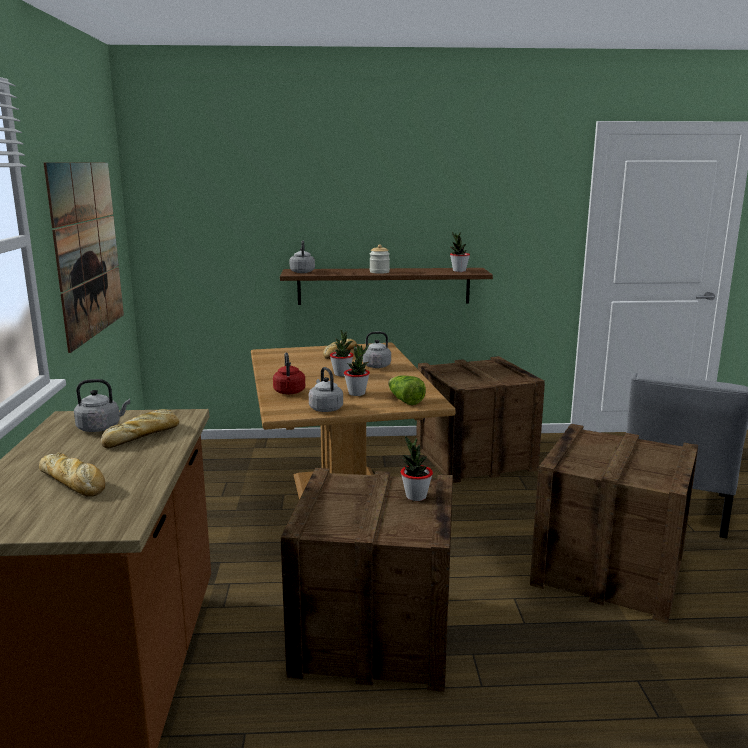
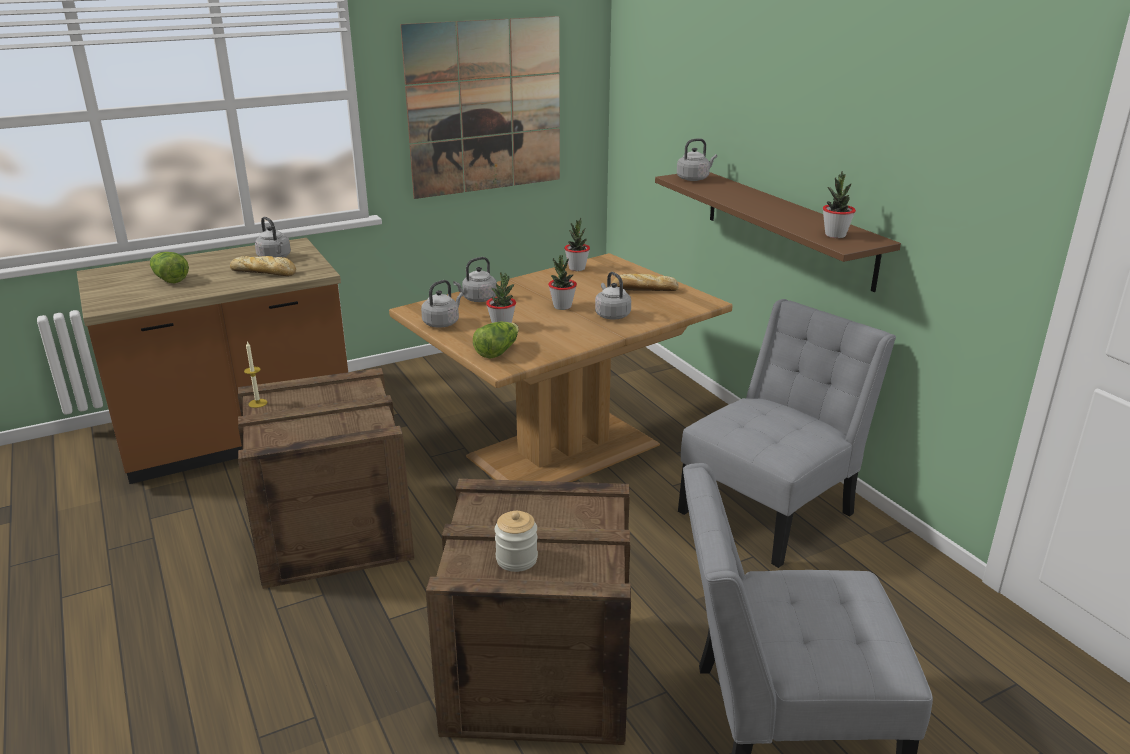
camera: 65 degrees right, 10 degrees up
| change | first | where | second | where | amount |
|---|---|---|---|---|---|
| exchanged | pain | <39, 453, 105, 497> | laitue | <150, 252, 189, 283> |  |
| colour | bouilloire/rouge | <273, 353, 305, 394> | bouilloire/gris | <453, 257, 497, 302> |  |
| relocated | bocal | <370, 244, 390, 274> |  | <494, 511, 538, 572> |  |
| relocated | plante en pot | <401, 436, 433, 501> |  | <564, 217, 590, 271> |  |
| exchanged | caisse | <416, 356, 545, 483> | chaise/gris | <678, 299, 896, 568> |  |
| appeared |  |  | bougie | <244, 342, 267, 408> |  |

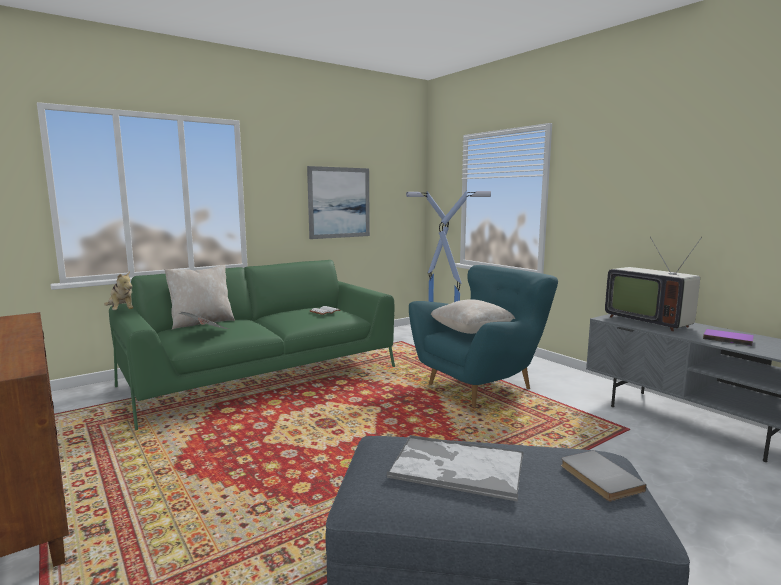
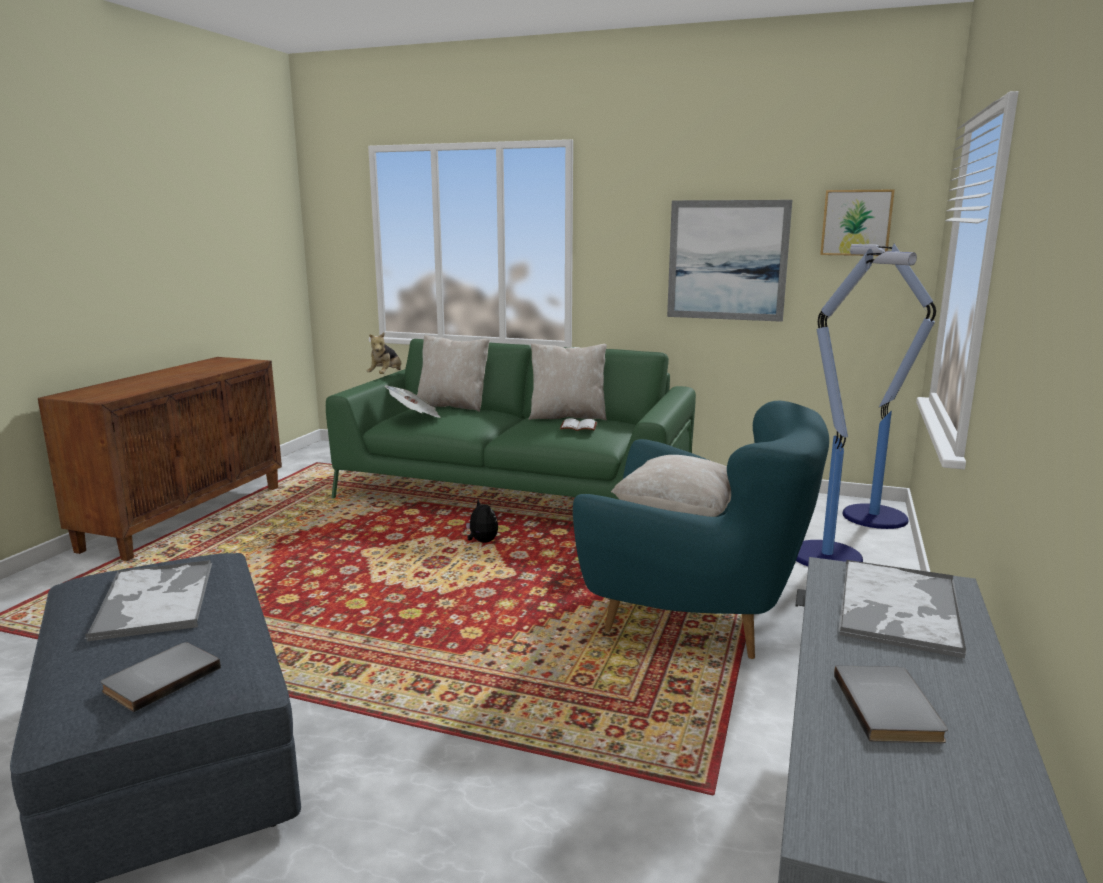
camera: 55 degrees right, 5 degrees up
| change | first | where | second | where | amount |
|---|---|---|---|---|---|
| exchanged | téléviseur | <605, 237, 702, 331> | plateau | <838, 560, 966, 658> |  |
| colour | livre/violet | <703, 329, 754, 346> | livre/gris | <834, 666, 948, 743> |  |
| appeared |  |  | peluche | <466, 499, 498, 543> |  |
| appeared |  |  | coussin/beige | <528, 343, 607, 420> |  |
| appeared |  |  | tableau | <820, 190, 895, 256> |  |

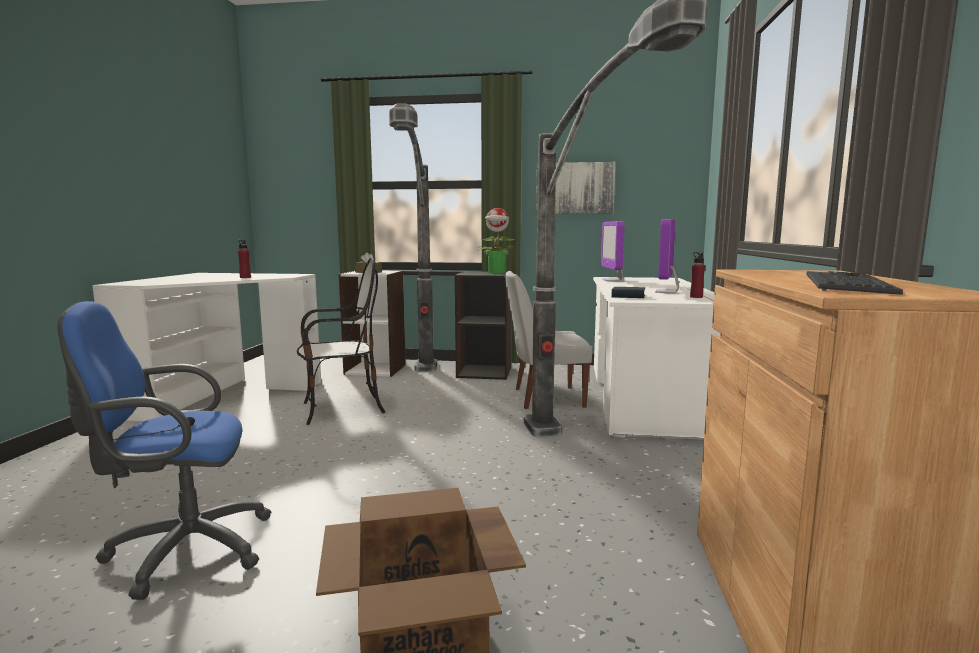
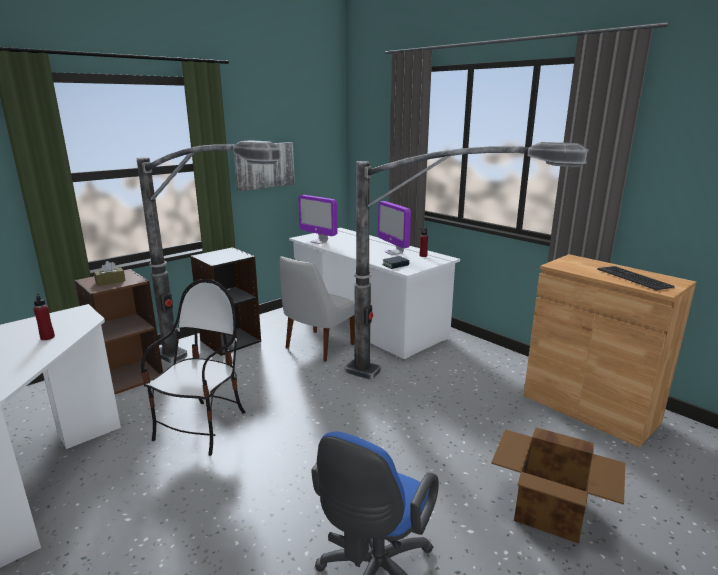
camera: 50 degrees left, 10 degrees up
| change | first | where | second | where | amount |
|---|---|---|---|---|---|
| colour | bibliothèque/blanc | <339, 271, 406, 377> | bibliothèque/marron | <74, 269, 163, 394> |  |
| missing | plante en pot | <478, 208, 516, 273> |  |  |  |

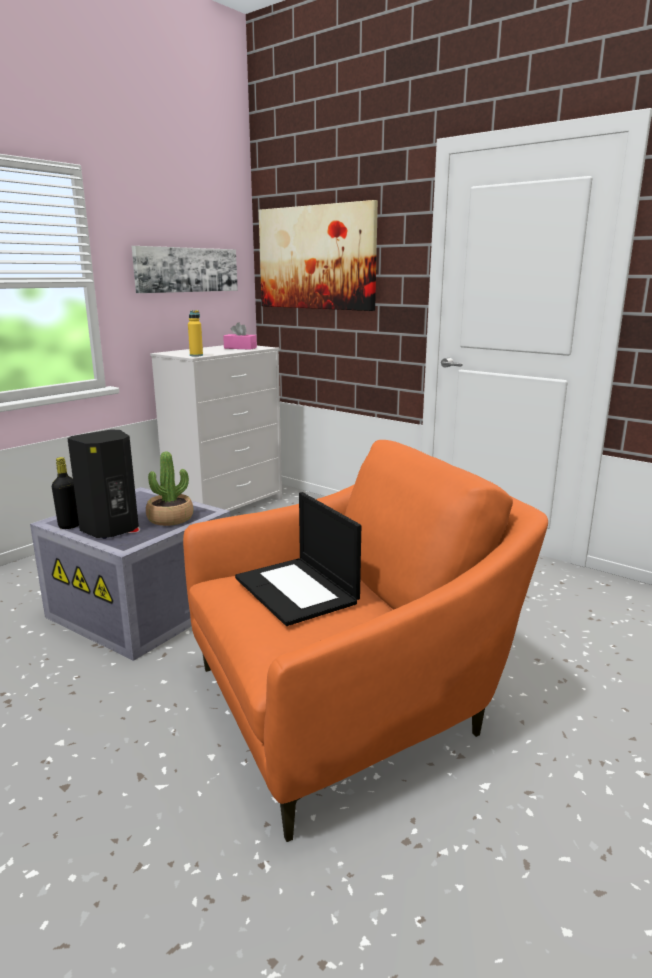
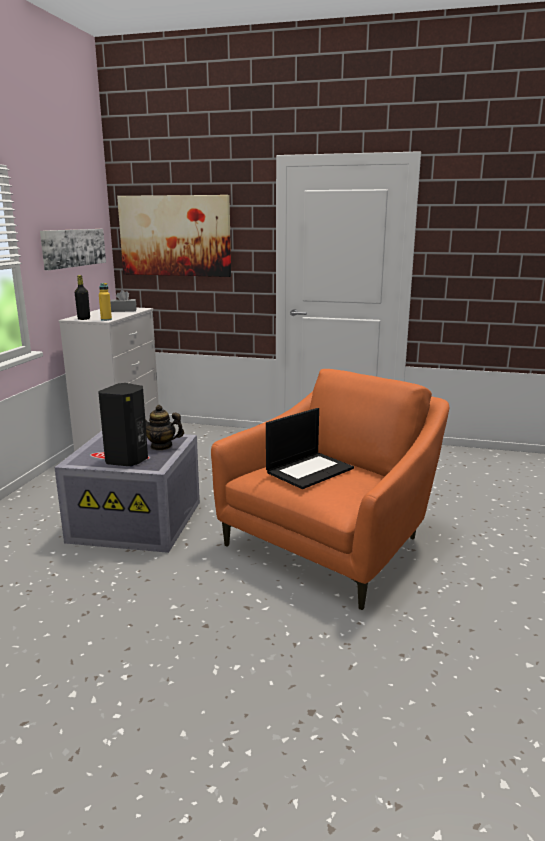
camera: 25 degrees left, 0 degrees up
| change | first | where | second | where | amount |
|---|---|---|---|---|---|
| relocated | bouteille/noir | <52, 457, 79, 529> |  | <75, 275, 90, 320> |  |
| exchanged | plante en pot | <146, 452, 193, 526> | théière | <145, 405, 184, 450> |  |
| colour | boîte à mouchoirs/rose | <223, 323, 257, 350> | boîte à mouchoirs/gris | <110, 290, 136, 312> |  |
| spun | ordinateur portable | <235, 492, 361, 626> |  | <266, 408, 354, 489> | 75 degrees counterclockwise |

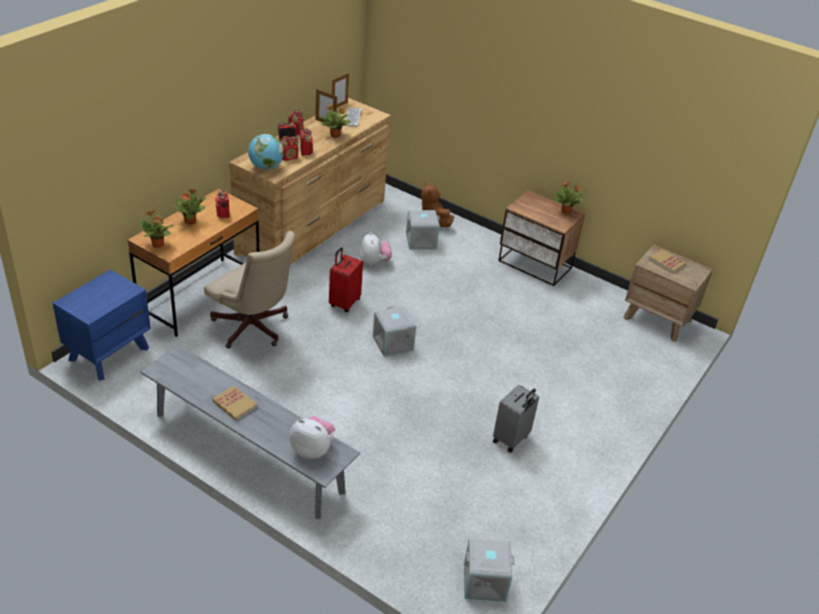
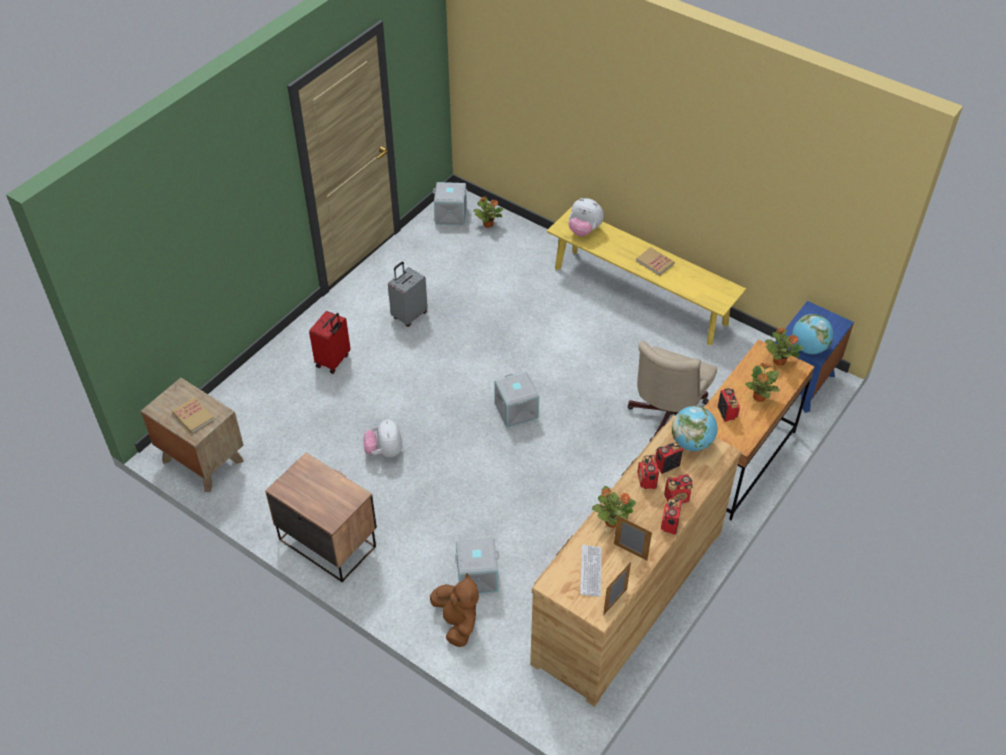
camera: 175 degrees left, 10 degrees up
| change | first | where | second | where | amount |
|---|---|---|---|---|---|
| colour | banc/gris | <140, 345, 360, 519> | banc/jaune | <547, 207, 746, 345> |  |
| spun | chaise de bureau/beige | <204, 231, 296, 348> |  | <628, 341, 717, 441> | 105 degrees counterclockwise |
| relocated | valise/rouge | <329, 247, 363, 312> |  | <309, 311, 350, 374> |  |
| relocated | peluche | <360, 232, 392, 267> |  | <363, 419, 403, 457> |  |
| relocated | plante en pot | <555, 182, 584, 214> |  | <473, 197, 503, 228> |  |
| appeared |  |  | globe | <792, 314, 833, 354> |  |

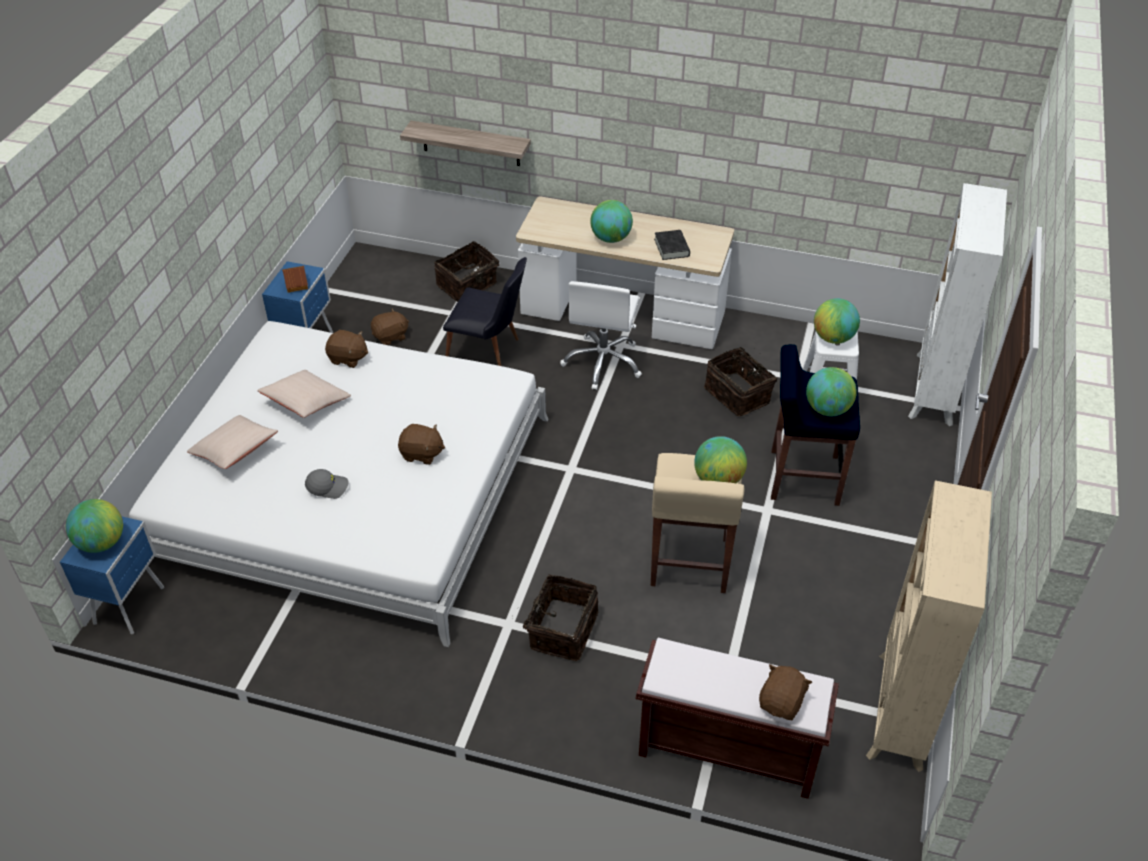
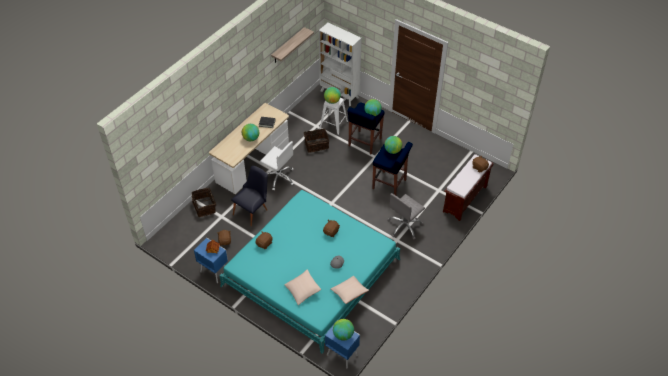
camera: 70 degrees left, 5 degrees up
| change | first | where | second | where | amount |
|---|---|---|---|---|---|
| colour | lit/blanc | <129, 321, 549, 647> | lit/turquoise | <219, 190, 400, 354> |  |
| relocated | coussin/beige | <257, 370, 351, 418> |  | <331, 276, 369, 304> |  |
| relocated | étagère | <400, 121, 531, 166> |  | <271, 27, 314, 63> |  |
| exchanged | panier | <512, 575, 598, 661> | chaise de bureau/gris | <387, 193, 425, 240> |  |
| colour | tabouret/beige | <651, 453, 744, 593> | tabouret/bleu | <372, 142, 413, 195> |  |
| missing | bibliothèque/beige | <866, 480, 992, 772> |  |  |  |

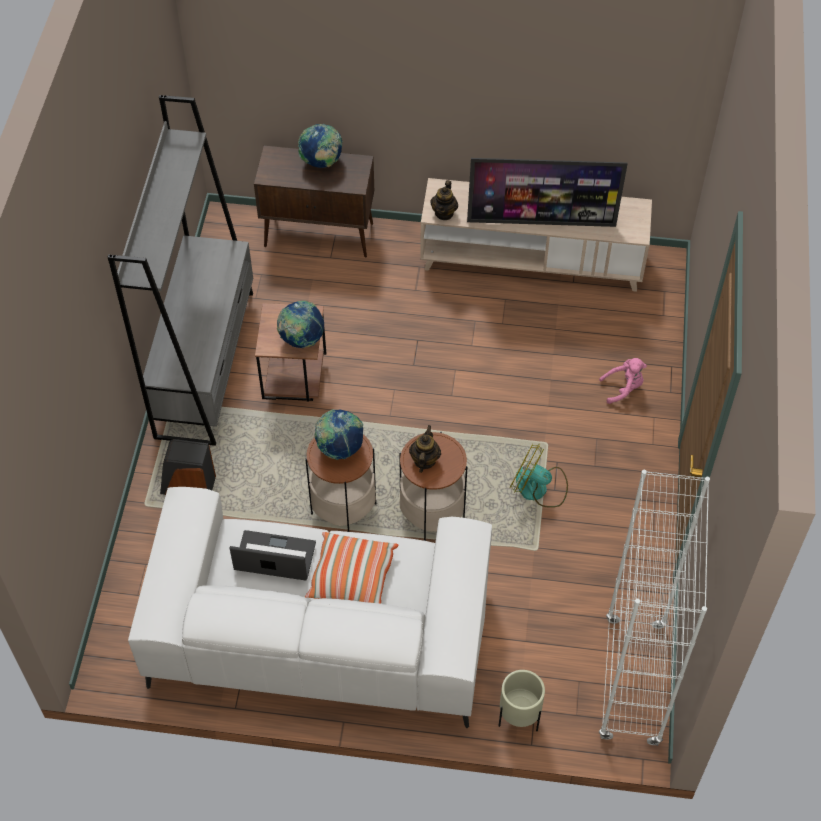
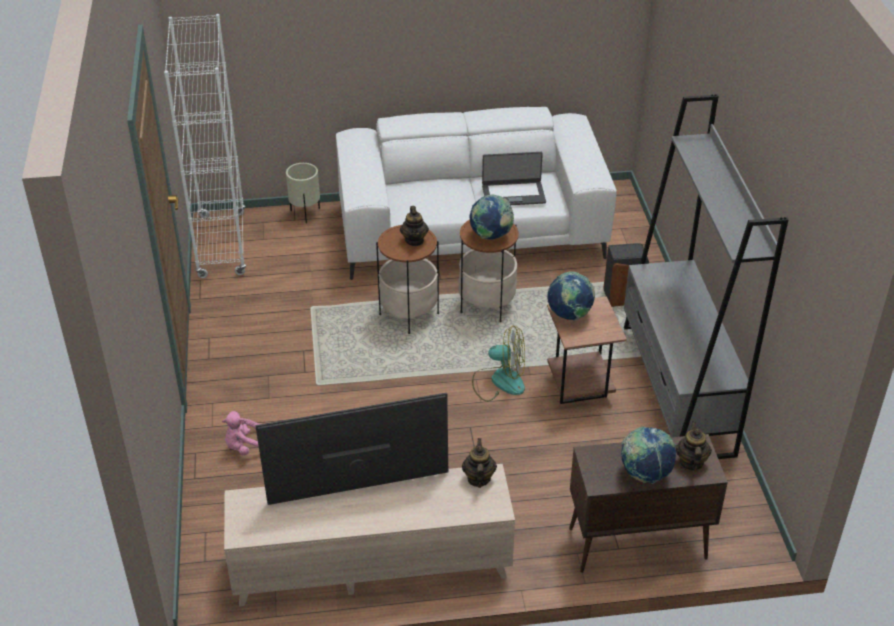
camera: 165 degrees right, 15 degrees down
| change | first | where | second | where | amount |
|---|---|---|---|---|---|
| missing | coussin | <305, 532, 398, 603> |  |  |  |
| relocated | ventilateur | <510, 443, 568, 508> |  | <472, 325, 525, 402> |  |
| appeared |  |  | théière | <676, 421, 712, 471> |  |

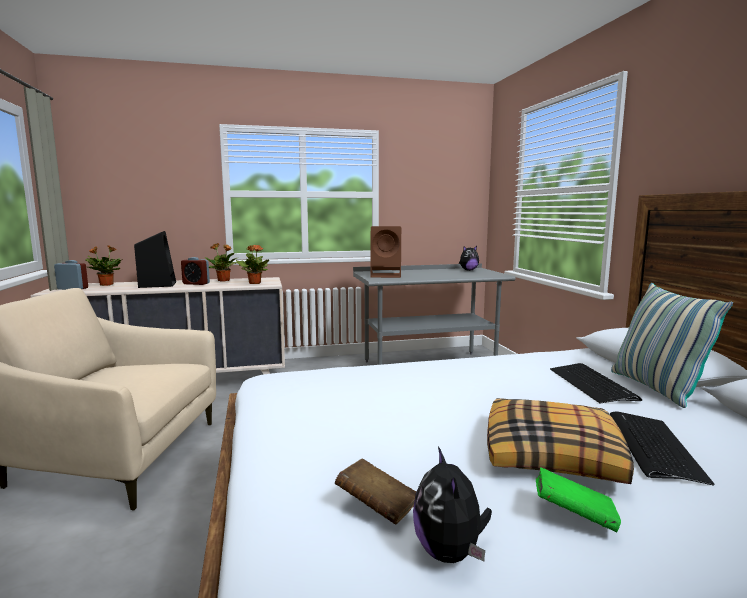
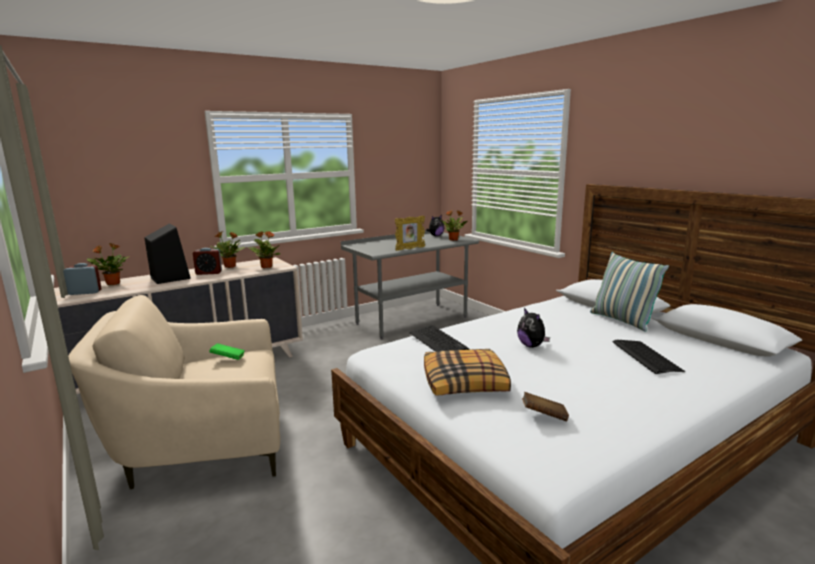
camera: 20 degrees left, 5 degrees up
| change | first | where | second | where | amount |
|---|---|---|---|---|---|
| missing | enceinte/marron | <370, 226, 401, 278> |  |  |  |
| relocated | peluche | <413, 446, 492, 563> |  | <517, 308, 550, 348> |  |
| relocated | coussin | <487, 398, 634, 484> |  | <424, 349, 511, 396> |  |
| relocated | livre/vert | <536, 467, 621, 532> |  | <209, 343, 245, 360> |  |
| relocated | clavier | <550, 363, 642, 403> |  | <409, 325, 470, 352> |  |
| appeared |  |  | cadre photo | <395, 216, 425, 251> |  |
| appeared |  |  | plante en pot | <440, 210, 468, 241> |  |

